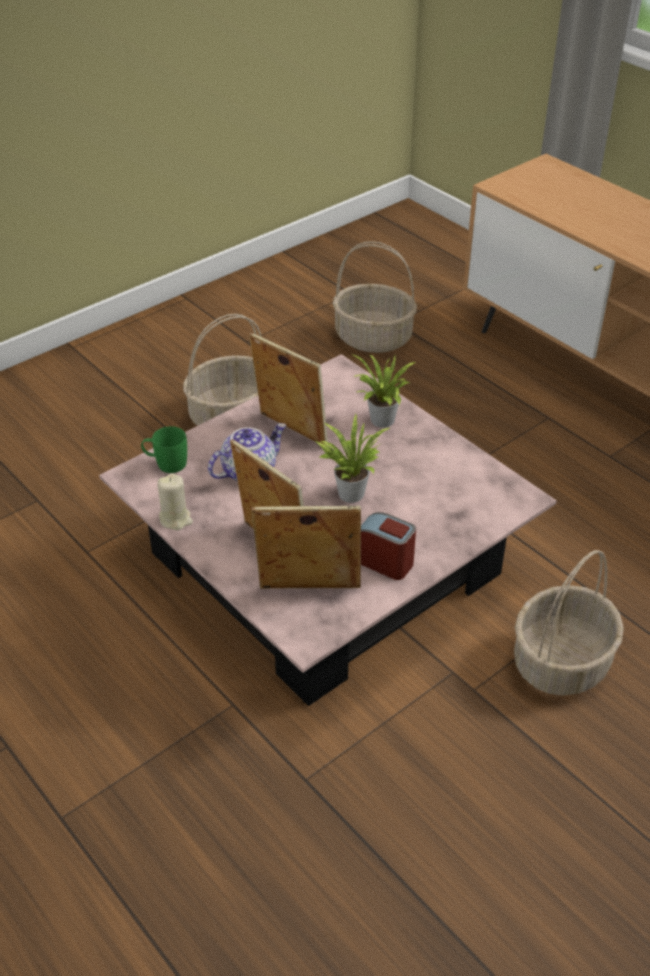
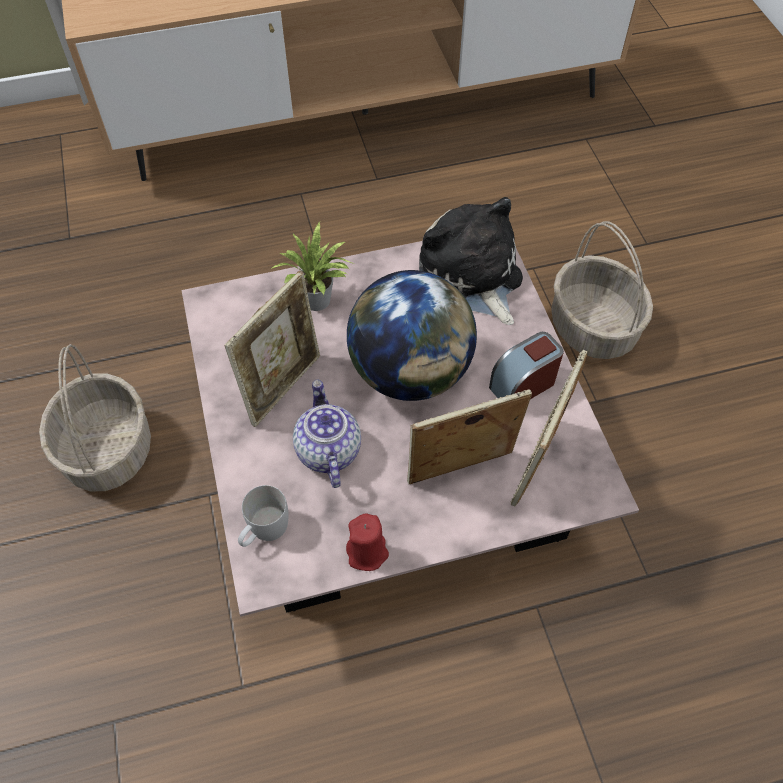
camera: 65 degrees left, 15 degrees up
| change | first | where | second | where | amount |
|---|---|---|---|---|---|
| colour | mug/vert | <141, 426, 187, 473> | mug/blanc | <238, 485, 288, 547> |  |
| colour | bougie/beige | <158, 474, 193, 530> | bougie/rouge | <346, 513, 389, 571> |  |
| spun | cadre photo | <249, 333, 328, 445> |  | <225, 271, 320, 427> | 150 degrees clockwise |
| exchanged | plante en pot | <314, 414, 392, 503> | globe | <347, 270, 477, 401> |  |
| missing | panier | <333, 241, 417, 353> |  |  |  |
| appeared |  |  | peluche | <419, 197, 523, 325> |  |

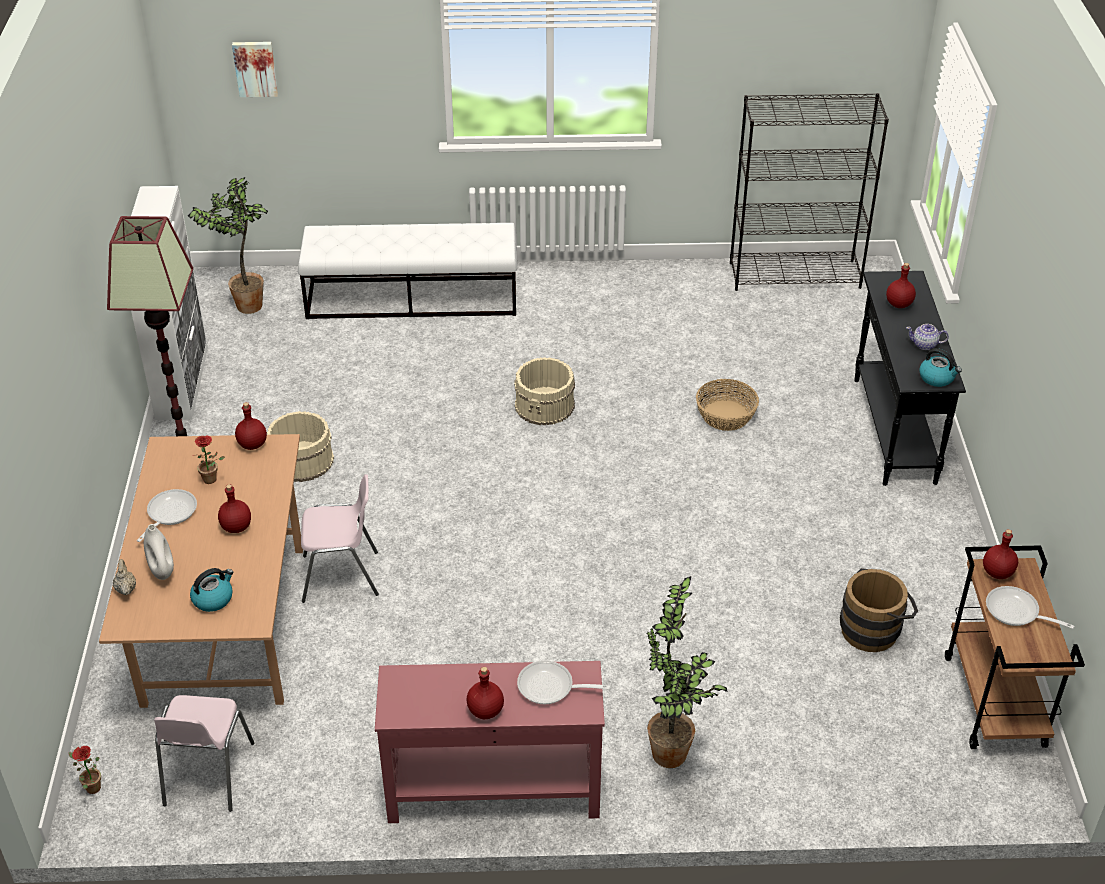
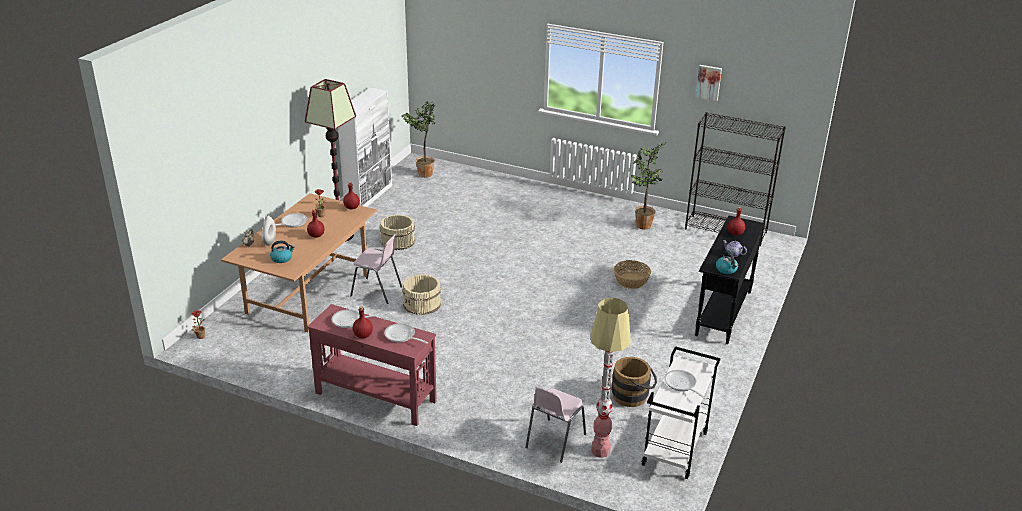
camera: 25 degrees right, 10 degrees down
| change | first | where | second | where | amount |
|---|---|---|---|---|---|
| relocated | chaise/rose | <154, 695, 255, 812> |  | <525, 387, 586, 463> |  |
| relocated | tableau | <232, 42, 278, 97> |  | <695, 65, 722, 101> |  |
| missing | banc/blanc | <298, 223, 517, 319> |  |  |  |
| relocated | seau/beige | <514, 357, 575, 425> |  | <402, 274, 441, 315> |  |
| relocated | plante en pot | <647, 576, 728, 768> |  | <631, 142, 667, 230> |  |
| colour | chariot/marron | <945, 545, 1085, 749> | chariot/blanc | <641, 346, 721, 479> |  |
| missing | bouteille/rouge | <983, 529, 1018, 579> |  |  |  |
| appeared |  |  | poêle | <332, 310, 382, 328> |  |
| appeared |  |  | lampadaire | <591, 298, 631, 458> |  |

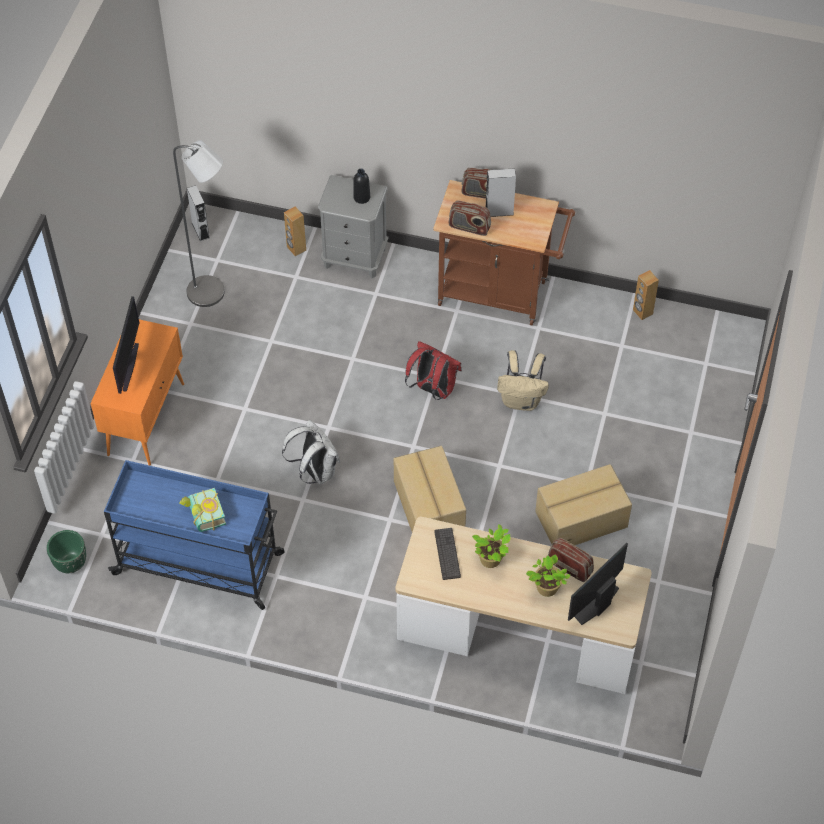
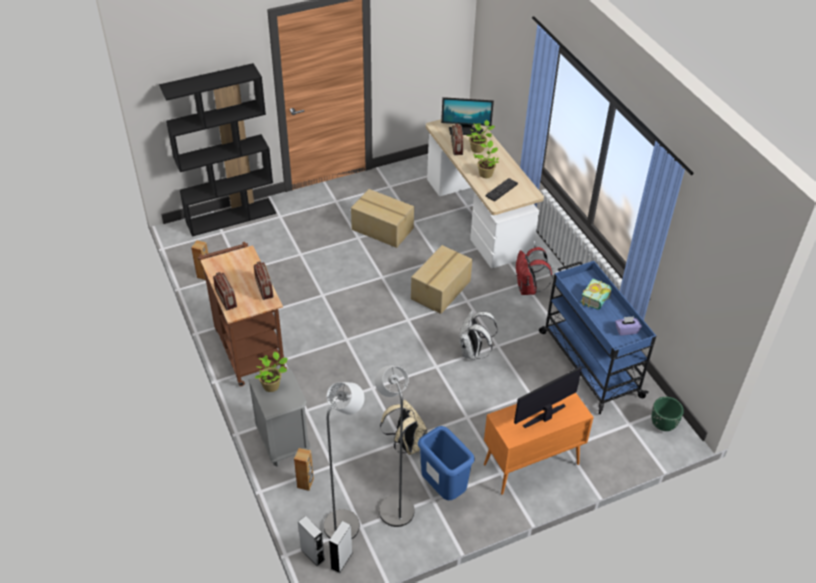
camera: 130 degrees left, 10 degrees down
| change | first | where | second | where | amount |
|---|---|---|---|---|---|
| exchanged | bouteille/noir | <353, 169, 370, 204> | plante en pot | <255, 351, 288, 392> |  |
| relocated | sac à dos/rouge | <405, 341, 462, 400> |  | <516, 247, 553, 295> |  |
| relocated | enceinte/gris | <486, 168, 516, 217> |  | <298, 516, 325, 566> |  |
| relocated | sac à dos/beige | <497, 350, 549, 411> |  | <380, 400, 428, 455> |  |
| appeared |  |  | bibliothèque/noir | <159, 63, 276, 237> |  |
| appeared |  |  | lampadaire/gris | <324, 382, 365, 539> |  |
| appeared |  |  | poubelle/bleu | <418, 426, 475, 500> |  |
| appeared |  |  | boîte à mouchoirs/violet | <615, 316, 642, 336> |  |

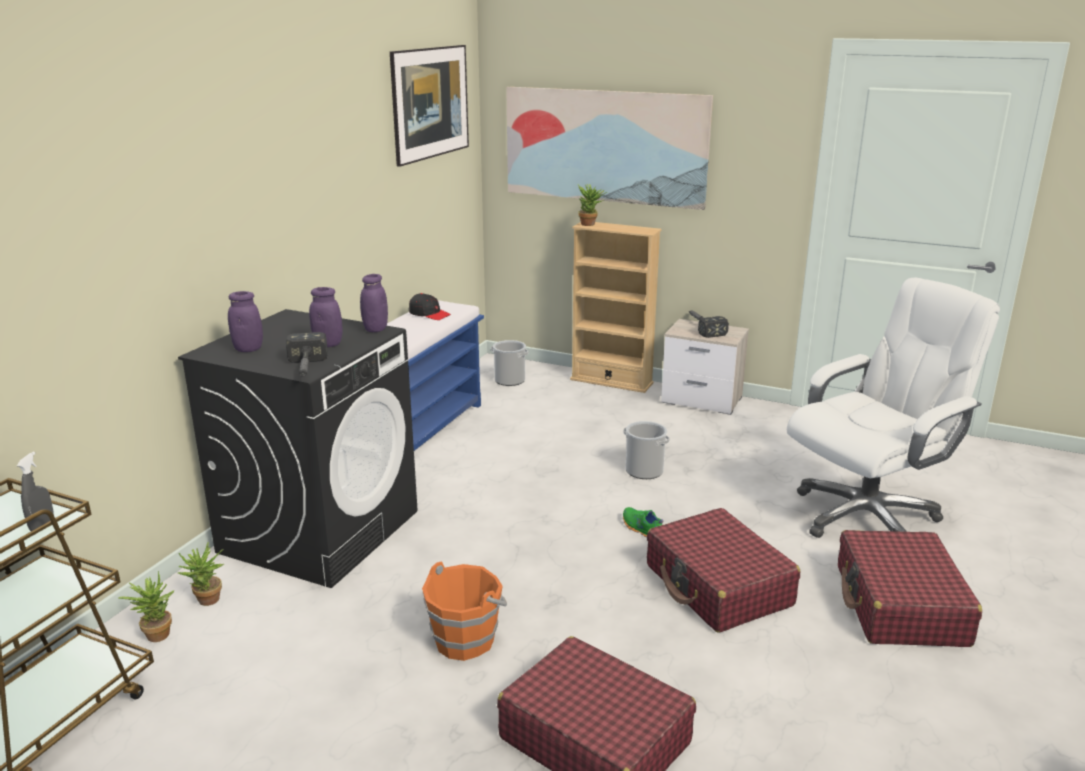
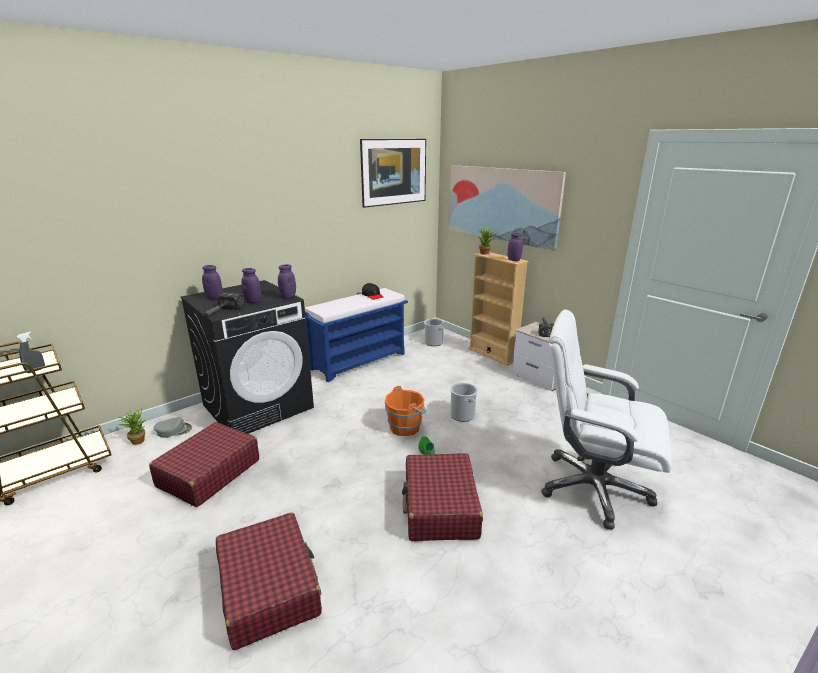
camera: 25 degrees right, 0 degrees up
| change | first | where | second | where | amount |
|---|---|---|---|---|---|
| exchanged | plante en pot | <178, 541, 224, 606> | casquette/gris | <154, 417, 192, 438> |  |
| relocated | seau/orange | <422, 562, 507, 661> |  | <385, 386, 426, 436> |  |
| spun | chaise de bureau/blanc | <787, 277, 1000, 538> |  | <541, 309, 672, 530> | 150 degrees counterclockwise |
| relocated | valise/rouge | <838, 530, 982, 647> |  | <149, 422, 259, 507> |  |
| appeared |  |  | bocal/violet | <508, 233, 523, 261> |  |

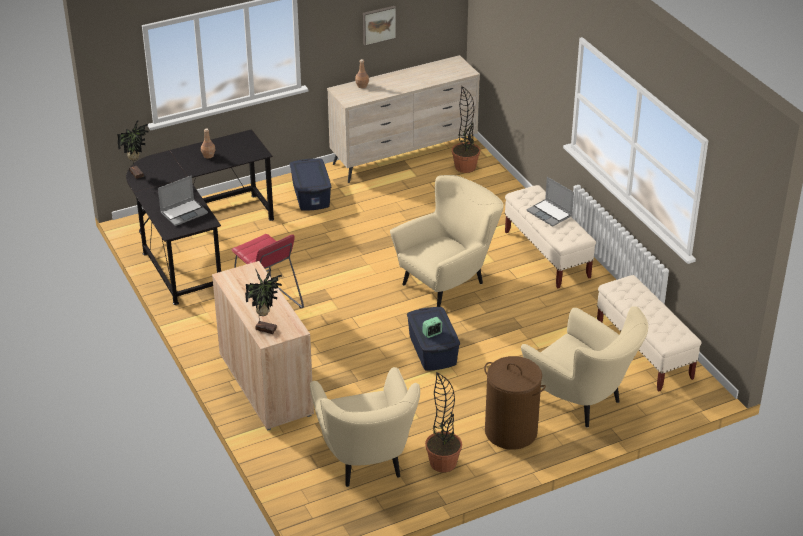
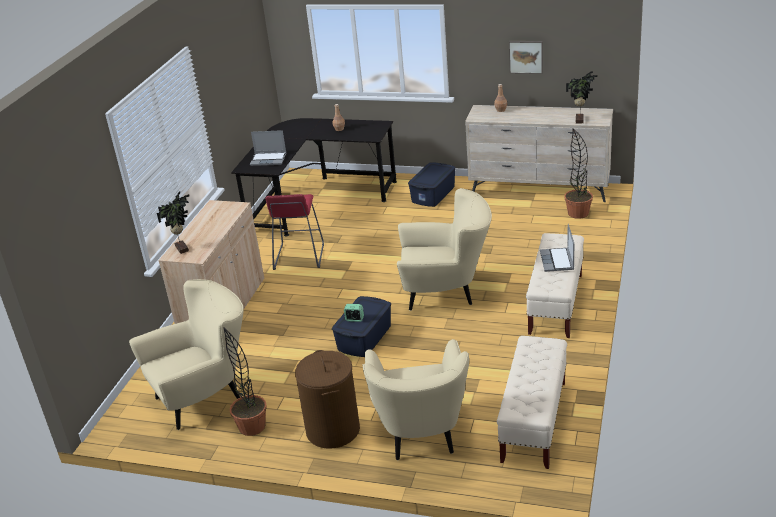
camera: 45 degrees right, 5 degrees down
| change | first | where | second | where | amount |
|---|---|---|---|---|---|
| relocated | plante en pot | <117, 120, 148, 179> |  | <566, 71, 598, 123> |  |
| spun | fauteuil/beige | <310, 367, 420, 487> |  | <129, 279, 243, 430> | 150 degrees counterclockwise |

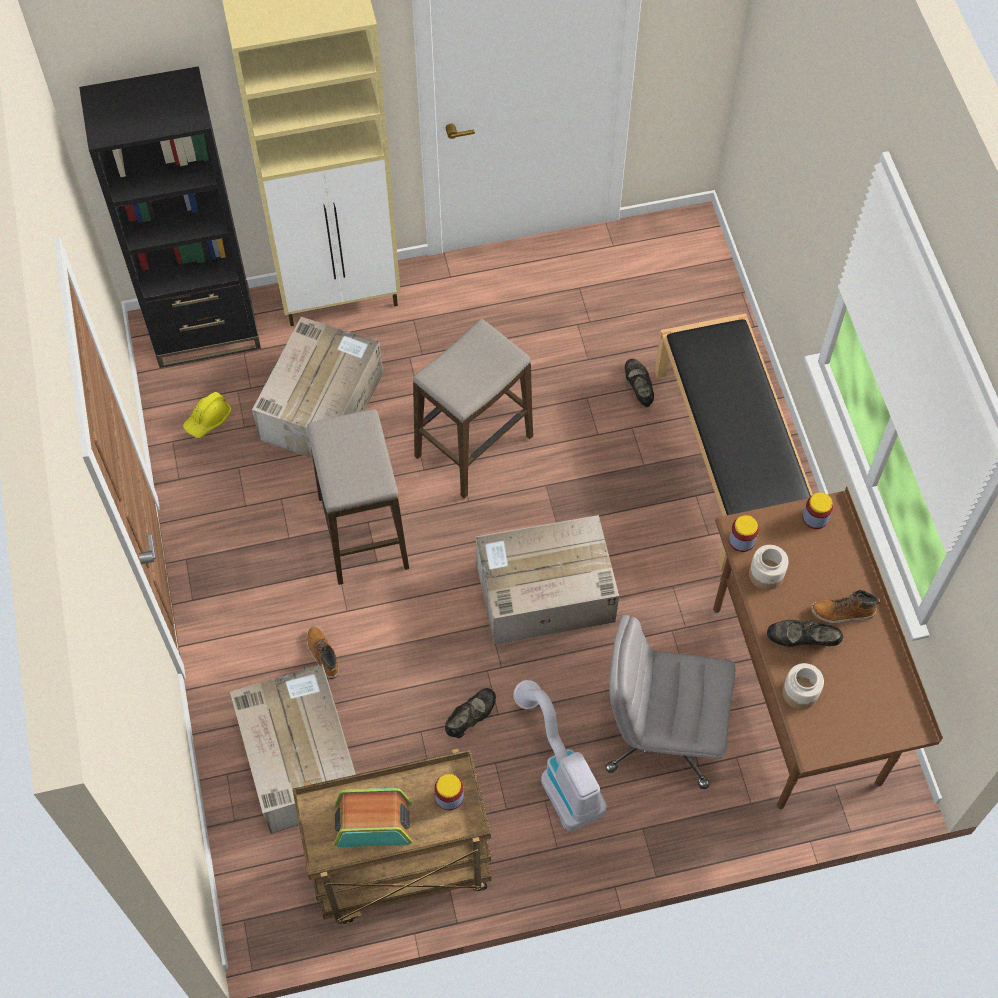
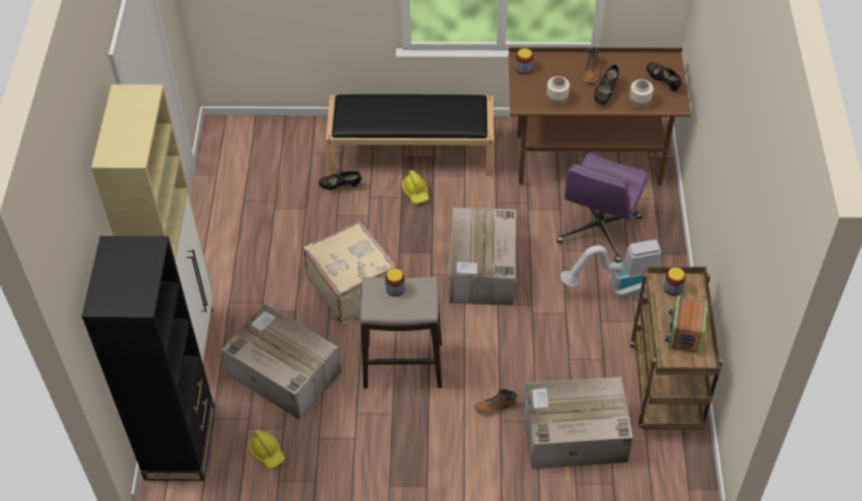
camera: 75 degrees left, 10 degrees down
| change | first | where | second | where | amount |
|---|---|---|---|---|---|
| exchanged | tabouret | <413, 319, 533, 499> | valise/beige | <303, 220, 398, 324> |  |
| relocated | chaussure/noir | <445, 688, 496, 738> |  | <647, 62, 682, 92> |  |
| colour | chaise de bureau/gris | <605, 615, 735, 789> | chaise de bureau/violet | <556, 154, 648, 263> |  |
| relocated | bocal | <729, 515, 759, 552> |  | <385, 268, 405, 297> |  |
| appeared |  |  | casque de chantier/jaune | <402, 170, 429, 204> |  |

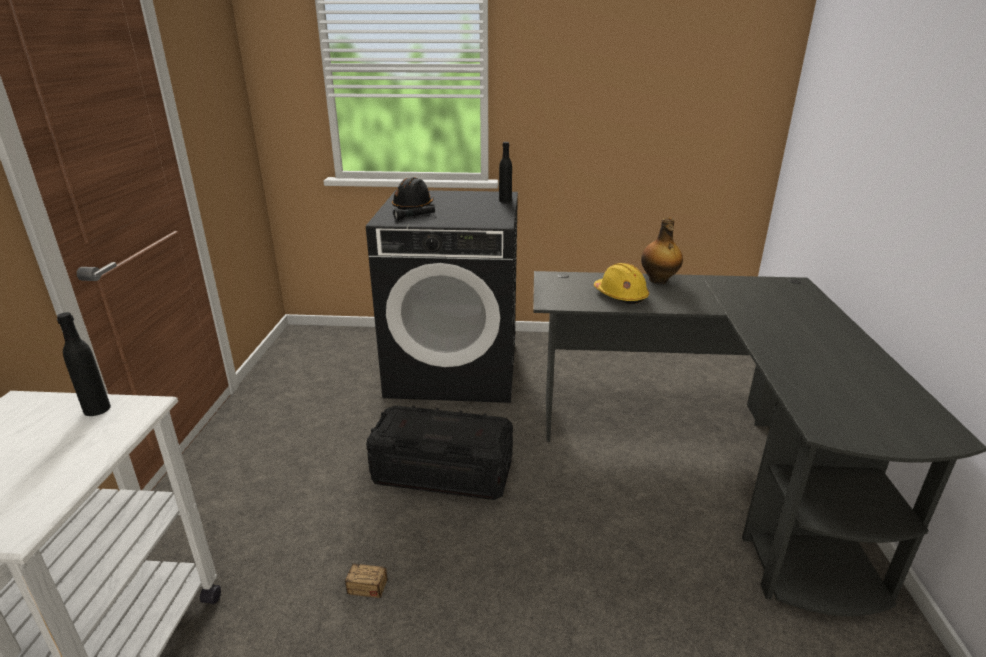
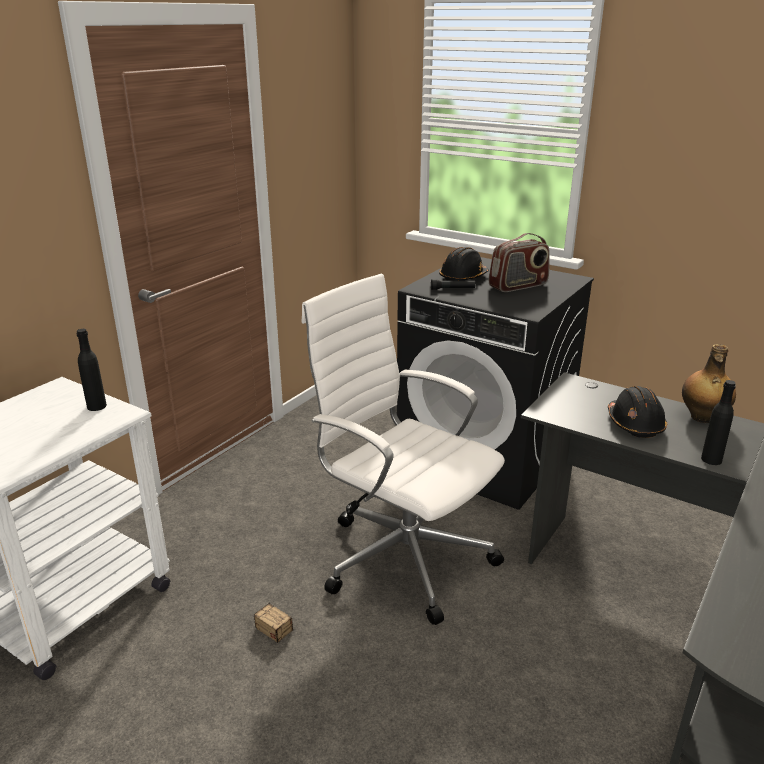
camera: 30 degrees right, 0 degrees up
| change | first | where | second | where | amount |
|---|---|---|---|---|---|
| exchanged | boîte de rangement/noir | <366, 405, 513, 500> | chaise de bureau/blanc | <301, 274, 505, 625> |  |
| relocated | bouteille/noir | <499, 142, 512, 203> |  | <701, 380, 736, 465> |  |
| colour | casque de chantier/jaune | <594, 263, 649, 304> | casque de chantier/noir | <608, 386, 667, 438> |  |
| appeared |  |  | radio | <489, 233, 550, 292> |  |

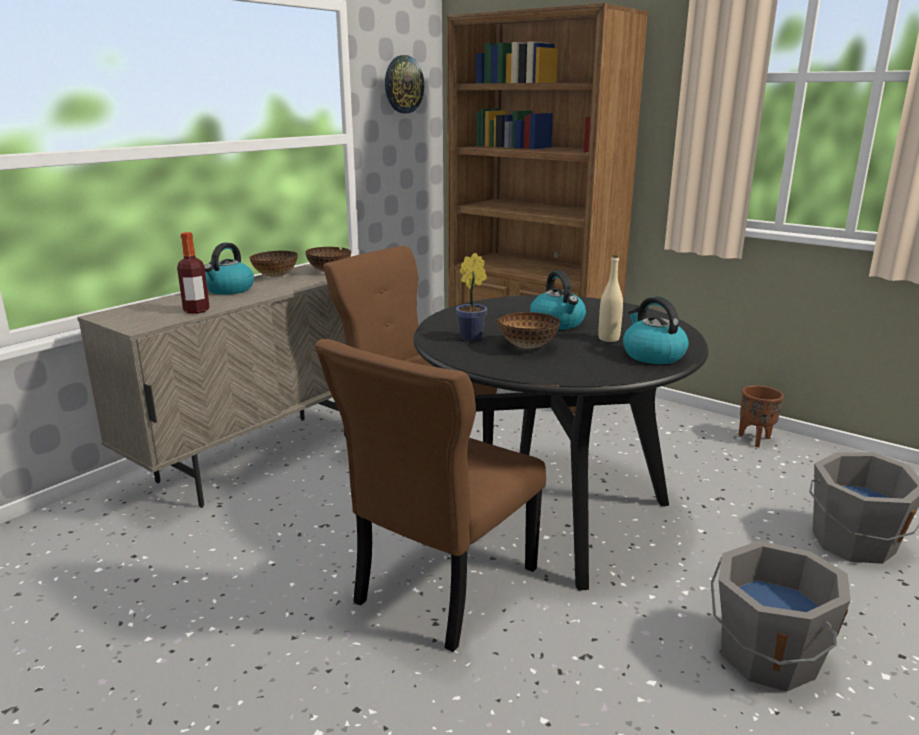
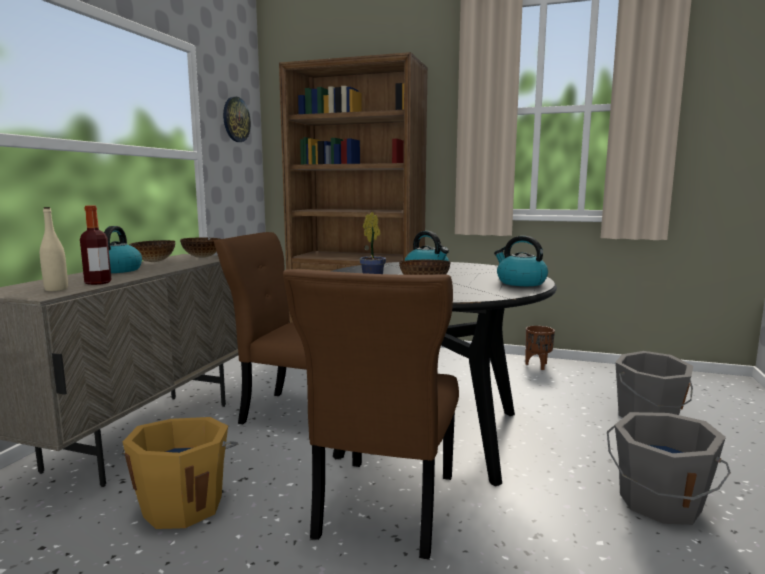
camera: 20 degrees left, 10 degrees down
| change | first | where | second | where | amount |
|---|---|---|---|---|---|
| relocated | bouteille/beige | <598, 255, 623, 342> |  | <40, 207, 68, 291> |  |
| appeared |  |  | seau/orange | <121, 417, 238, 529> |  |

